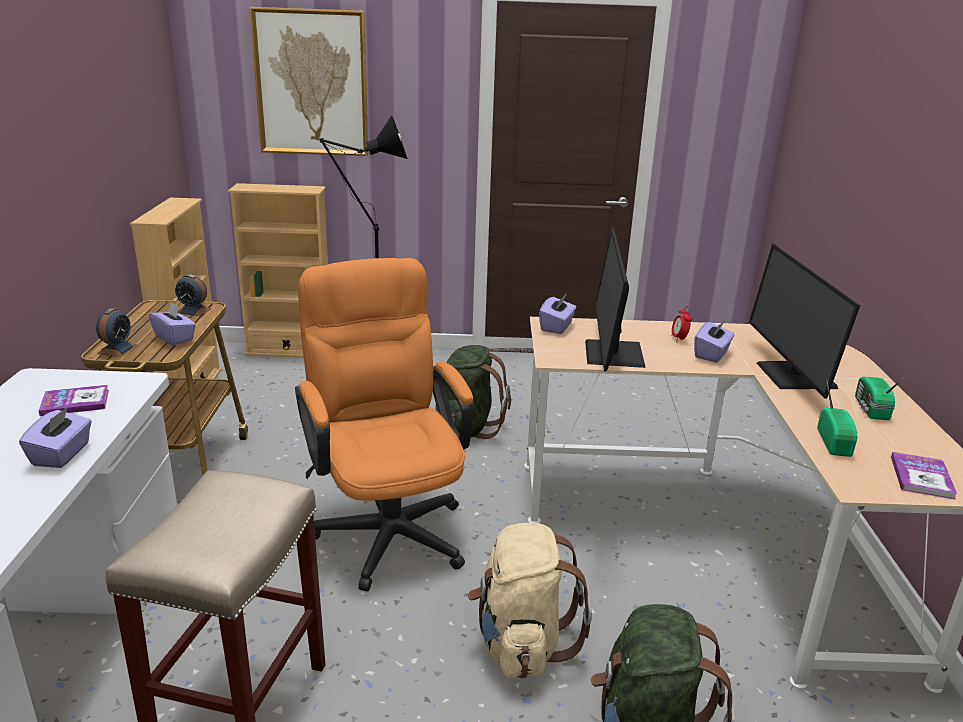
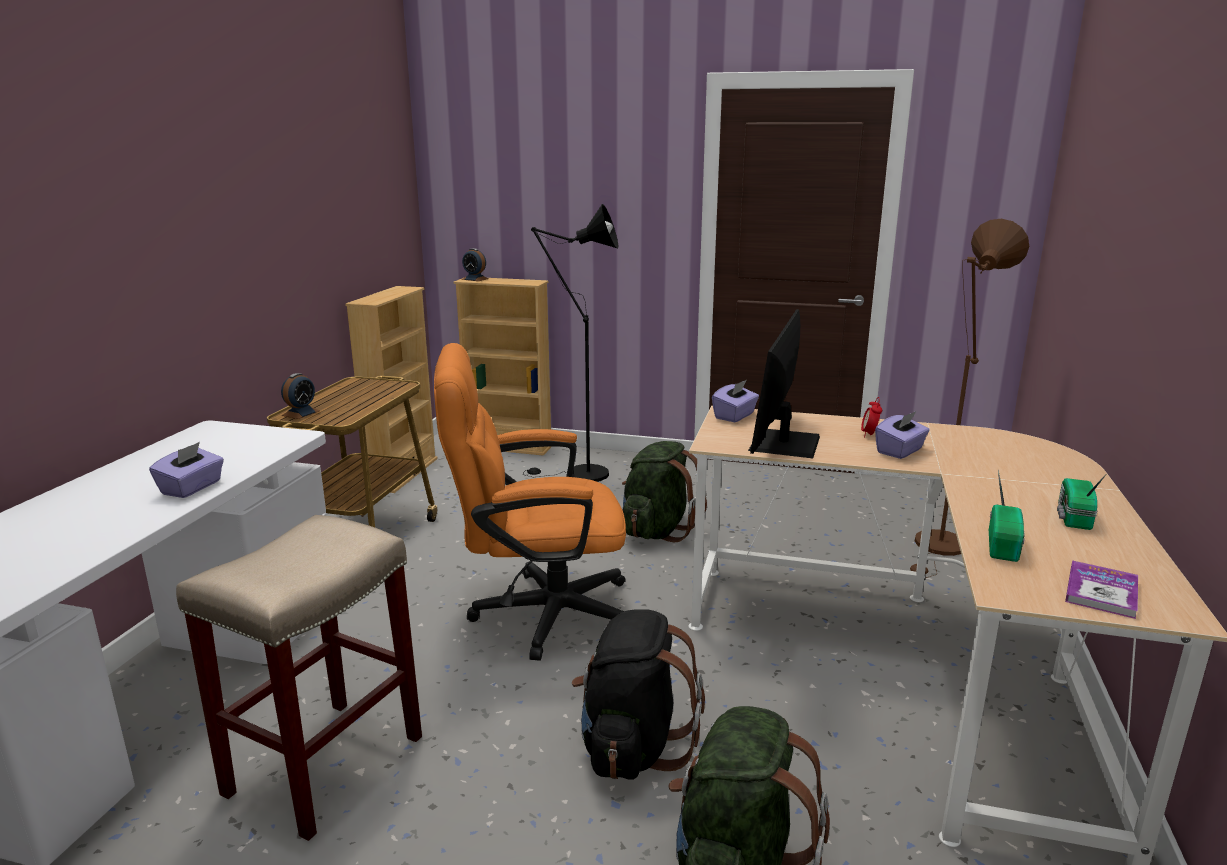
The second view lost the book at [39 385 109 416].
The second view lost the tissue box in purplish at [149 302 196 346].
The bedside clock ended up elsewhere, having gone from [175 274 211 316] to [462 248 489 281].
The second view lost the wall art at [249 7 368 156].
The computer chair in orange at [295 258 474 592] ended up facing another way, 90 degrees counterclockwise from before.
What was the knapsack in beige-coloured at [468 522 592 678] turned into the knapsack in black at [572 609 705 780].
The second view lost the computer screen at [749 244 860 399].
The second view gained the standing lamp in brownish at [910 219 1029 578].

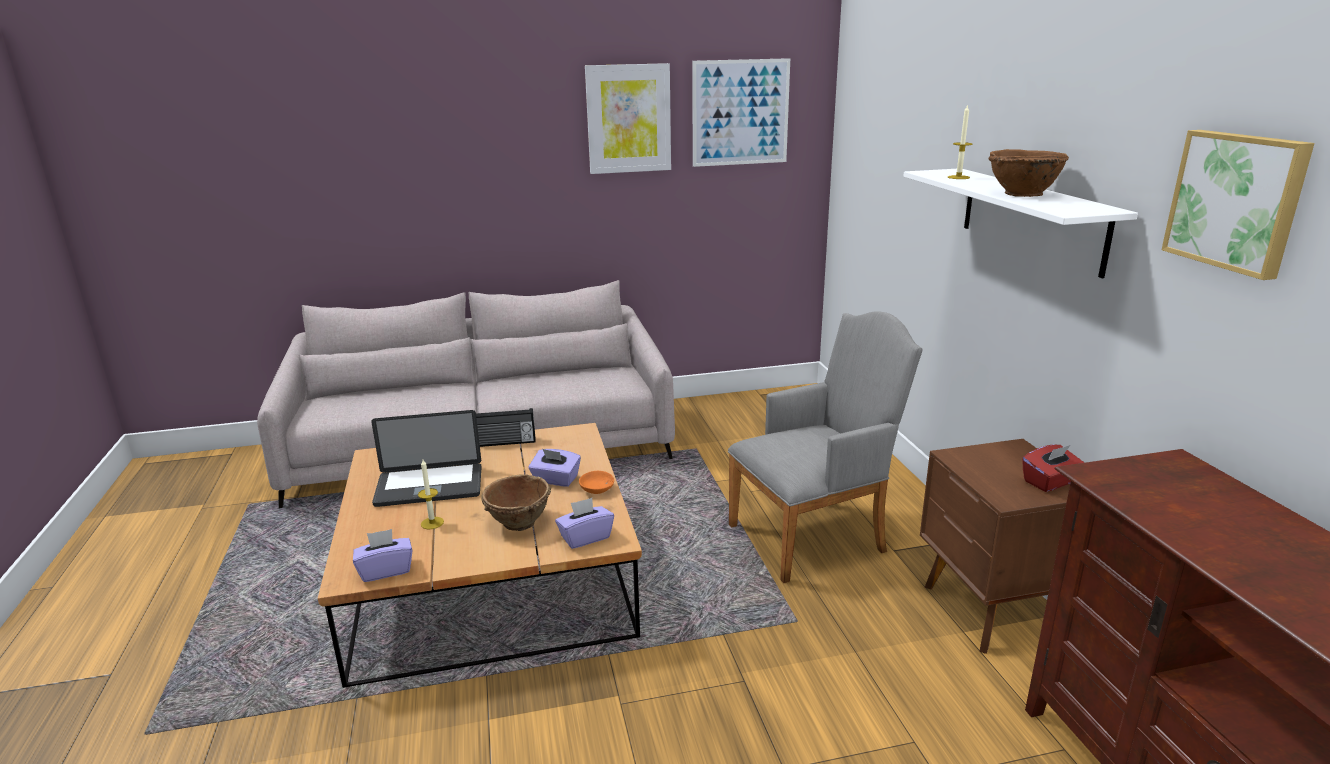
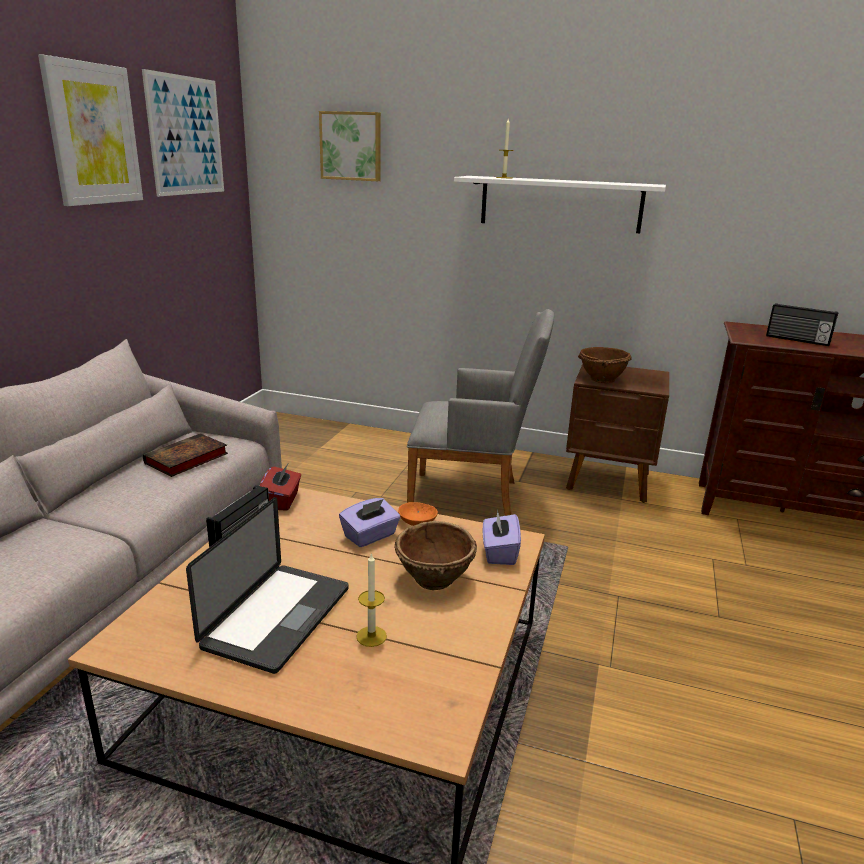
The second view lost the tissue box in purplish at [353 529 412 582].
The easy chair in grey at [728 311 923 583] ended up facing another way, 90 degrees clockwise from before.
The serving bowl in brownish ended up elsewhere, having gone from [988 149 1069 197] to [578 347 632 383].
The tissue box in red-coloured ended up elsewhere, having gone from [1022 444 1084 492] to [260 464 301 511].
The wall art ended up elsewhere, having gone from [1161 130 1315 280] to [319 111 381 181].
The second view gained the book at [143 433 228 477].
The second view gained the radio receiver at [766 303 838 346].

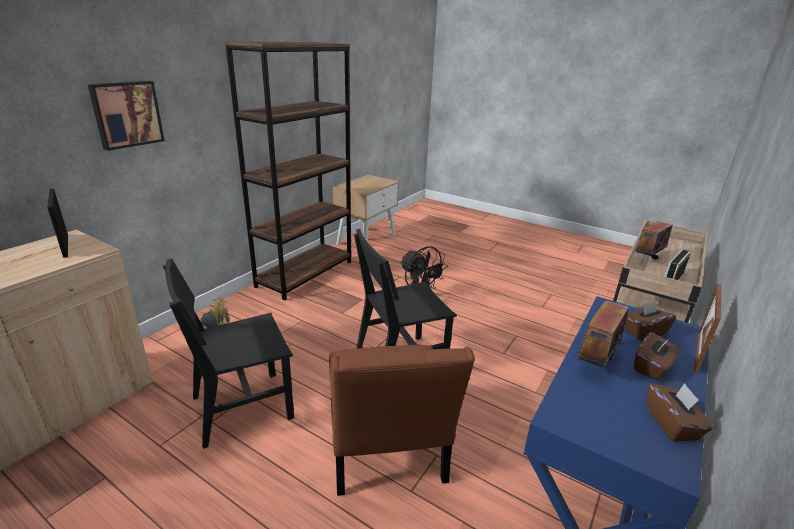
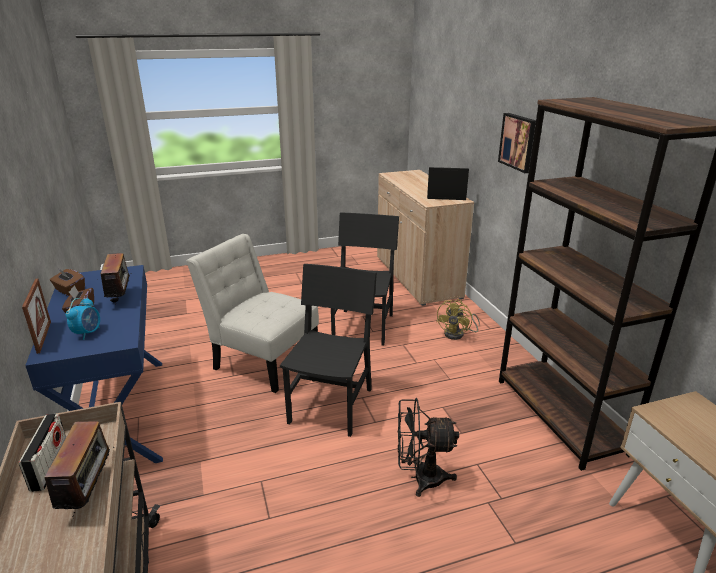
What was the upright chair in brownish at [329 345 475 496] turned into the upright chair in white-coloured at [186 234 319 393].
Where the tissue box in brownish stood at [625 301 676 341], the bedside clock came to stand at [66 298 100 340].

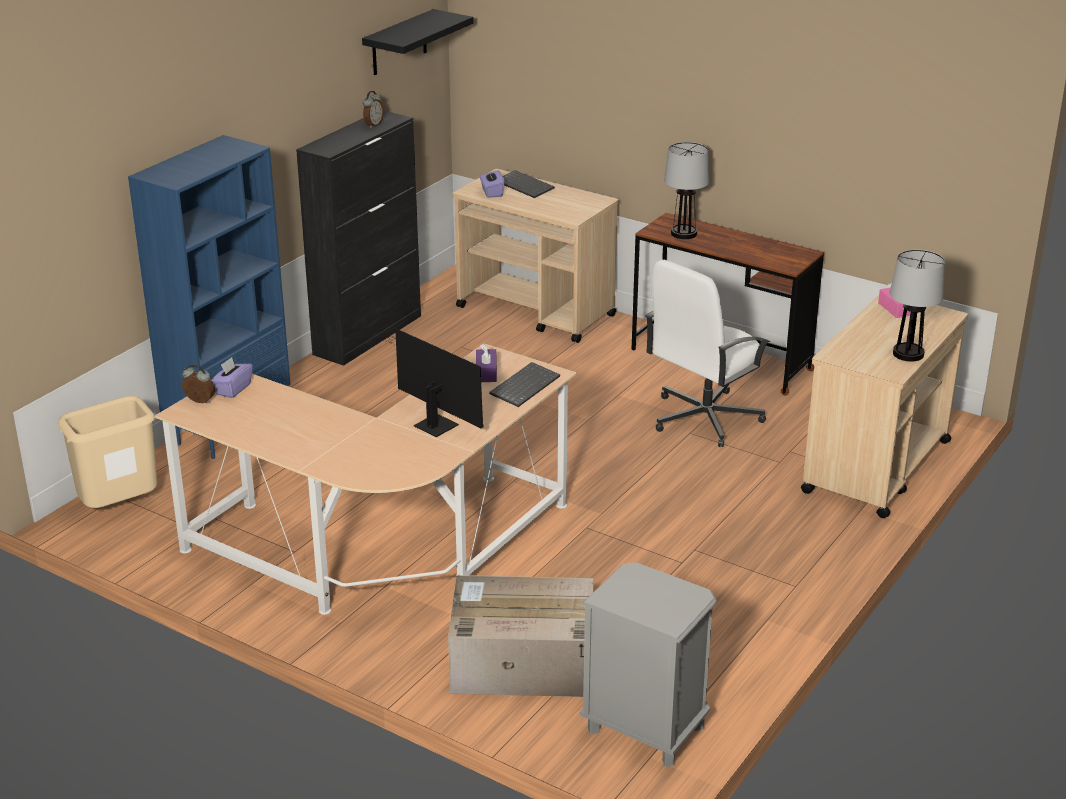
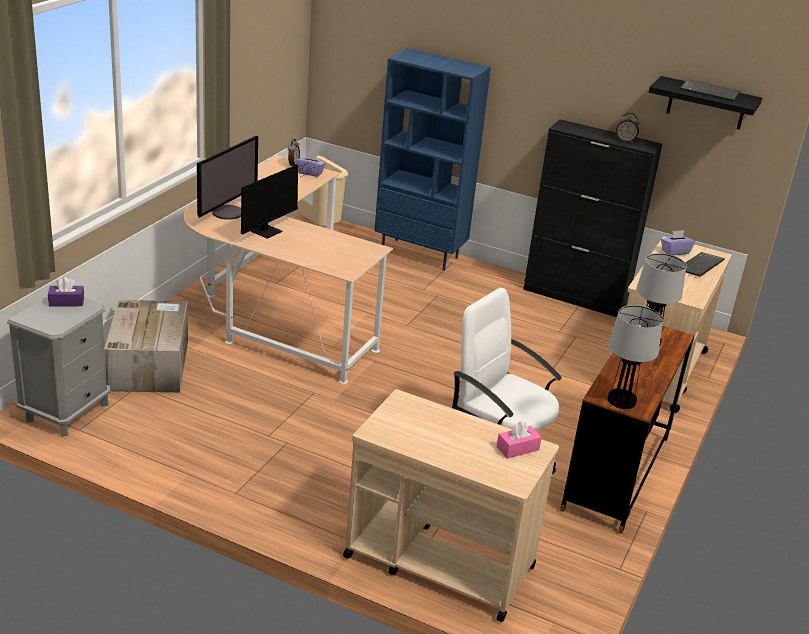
The tissue box in purplish ended up elsewhere, having gone from [476 344 497 382] to [48 277 84 307].
The computer keyboard ended up elsewhere, having gone from [489 362 560 407] to [680 79 740 101].
The tabletop lamp ended up elsewhere, having gone from [890 249 945 362] to [607 305 663 409].
The second view gained the computer screen at [197 136 258 220].

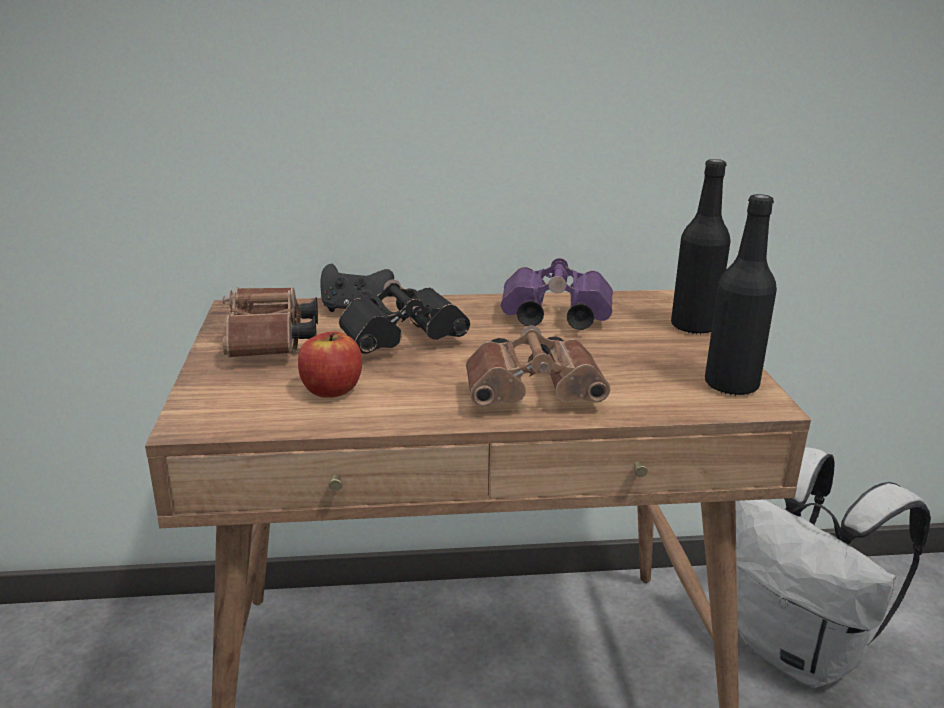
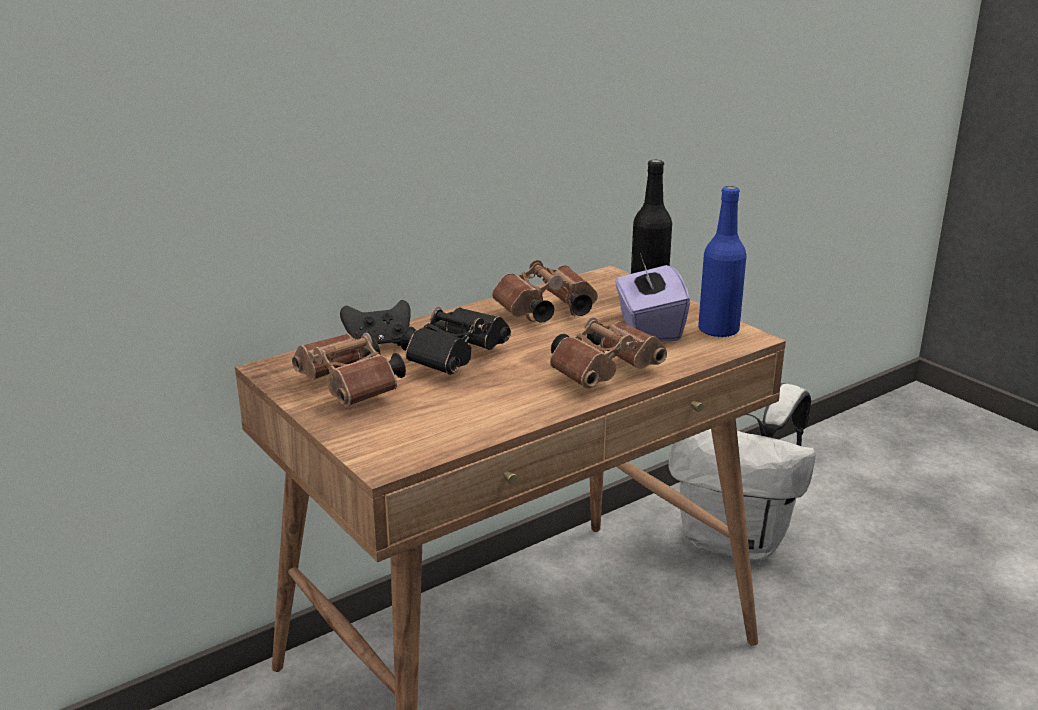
The second view lost the apple at [298 331 362 398].
What was the field glasses in purplish at [501 258 613 330] turned into the field glasses in brownish at [492 260 598 322].
What was the beverage bottle in black at [705 194 777 396] turned into the beverage bottle in bluish at [698 186 746 338].
The second view gained the tissue box in purplish at [615 253 690 342].

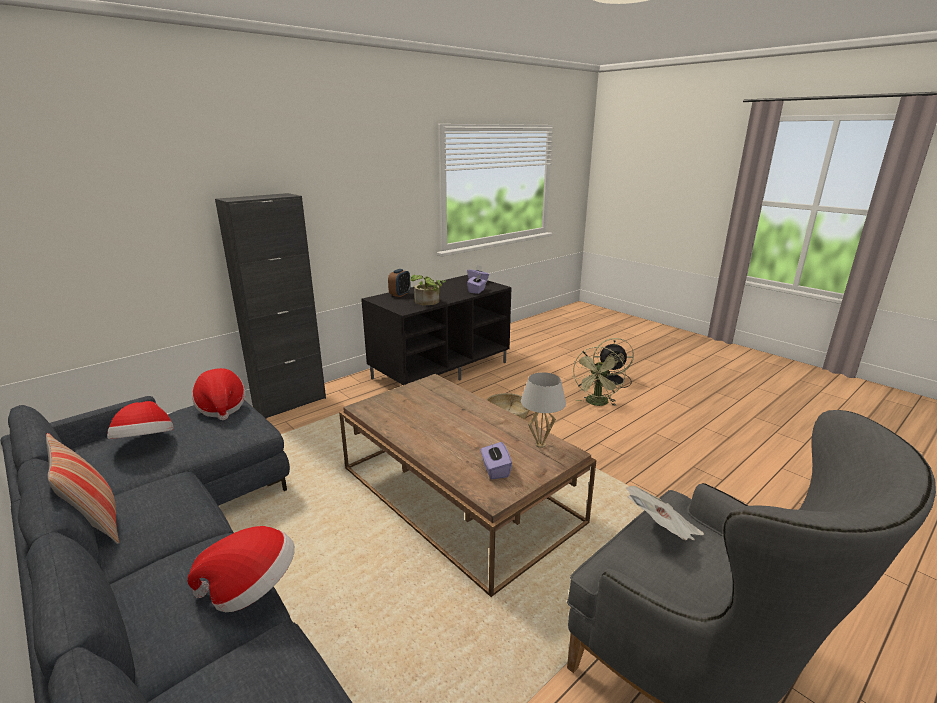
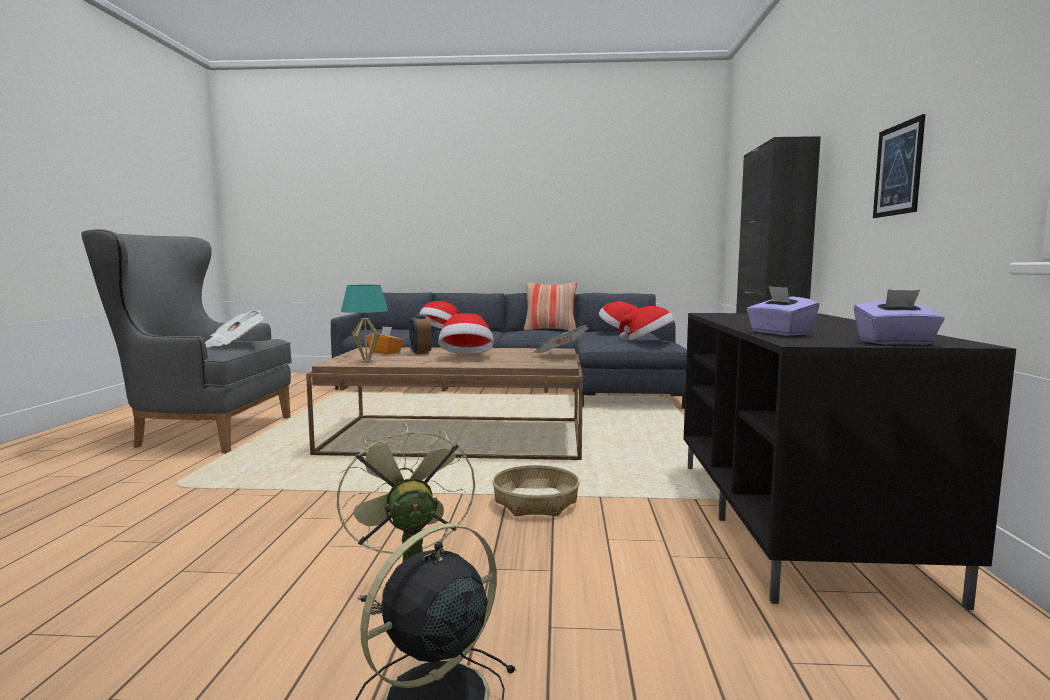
The bedside clock ended up elsewhere, having gone from [388 269 411 297] to [409 315 432 354].
The second view lost the houseplant at [411 275 446 305].
What was the tissue box in purplish at [481 442 512 479] turned into the tissue box in orange at [366 326 404 354].
What was the tabletop lamp in white-coloured at [521 372 566 448] turned into the tabletop lamp in turquoise at [341 285 388 363].
The second view gained the hat at [438 314 494 354].
The second view gained the newspaper at [532 325 589 353].
The second view gained the wall art at [873 114 925 218].

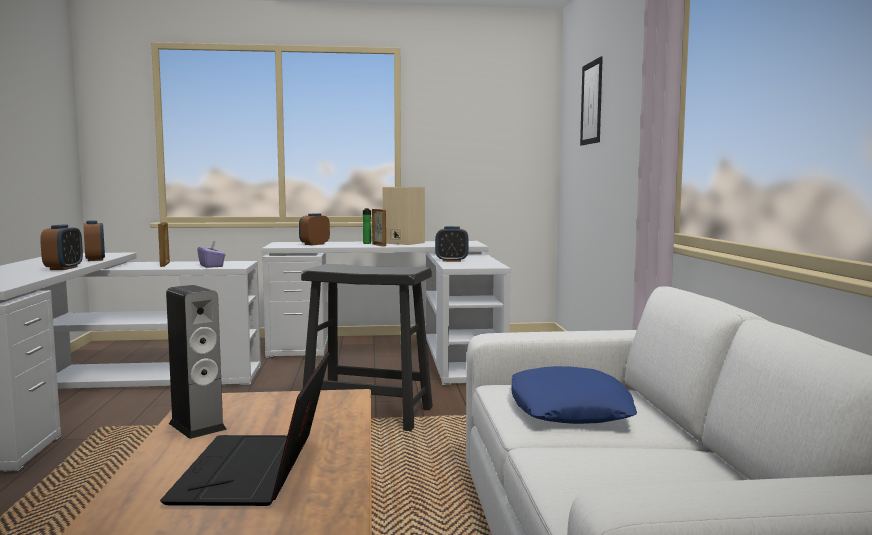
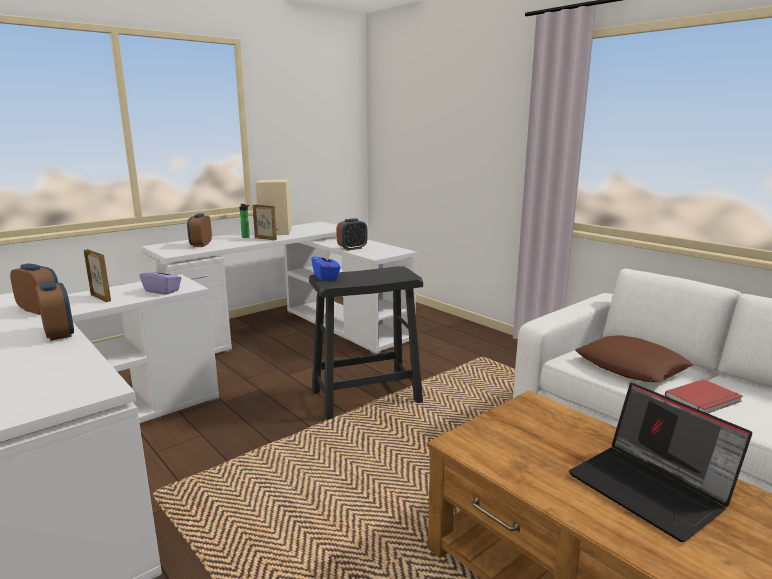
The second view lost the loudspeaker at [166 285 227 439].
What was the pillow in bluish at [512 366 637 424] turned into the pillow in brownish at [575 335 693 382].
The second view lost the wall art at [580 56 603 146].
The second view gained the tissue box in bluish at [311 250 341 281].
The second view gained the book in red-coloured at [665 379 743 413].

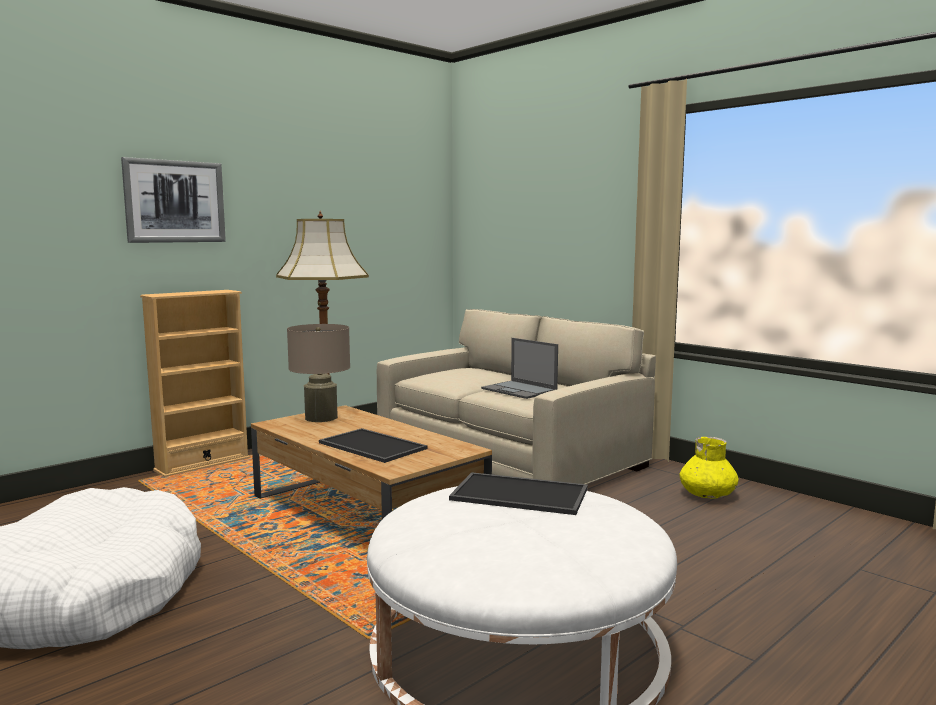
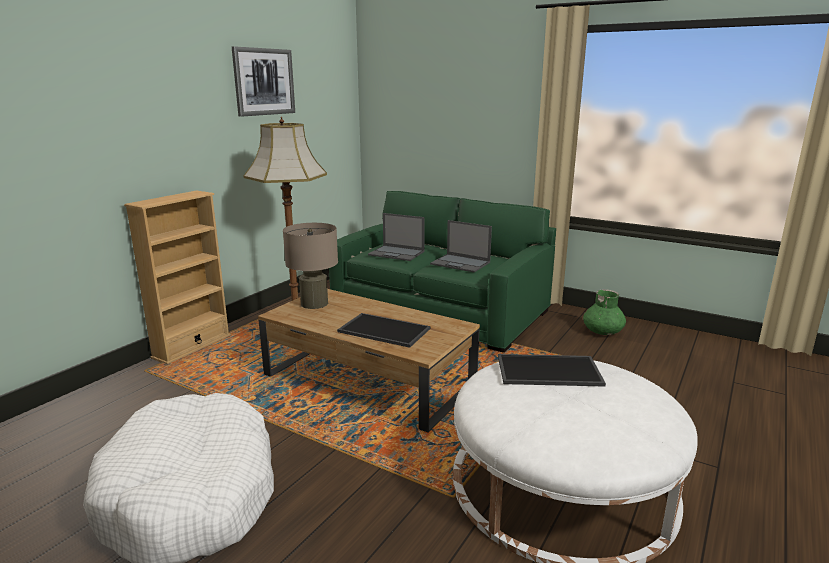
The wall art ended up elsewhere, having gone from [121 157 226 243] to [232 46 295 117].
What was the sofa in beige-coloured at [377 309 656 484] turned into the sofa in greenish at [329 191 556 353].
What was the flower vase in yellow at [679 437 738 498] turned into the flower vase in greenish at [583 290 626 335].
The second view gained the portable computer at [368 213 425 261].

